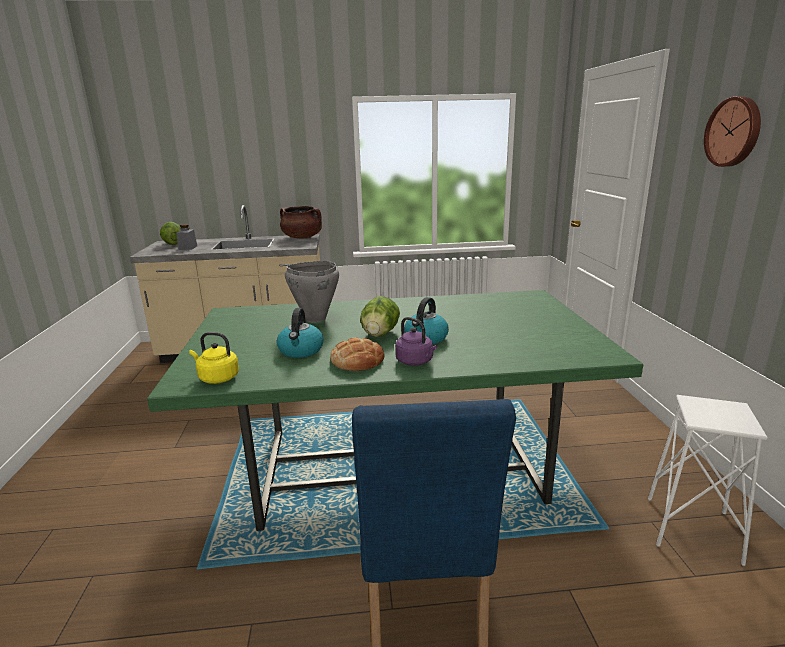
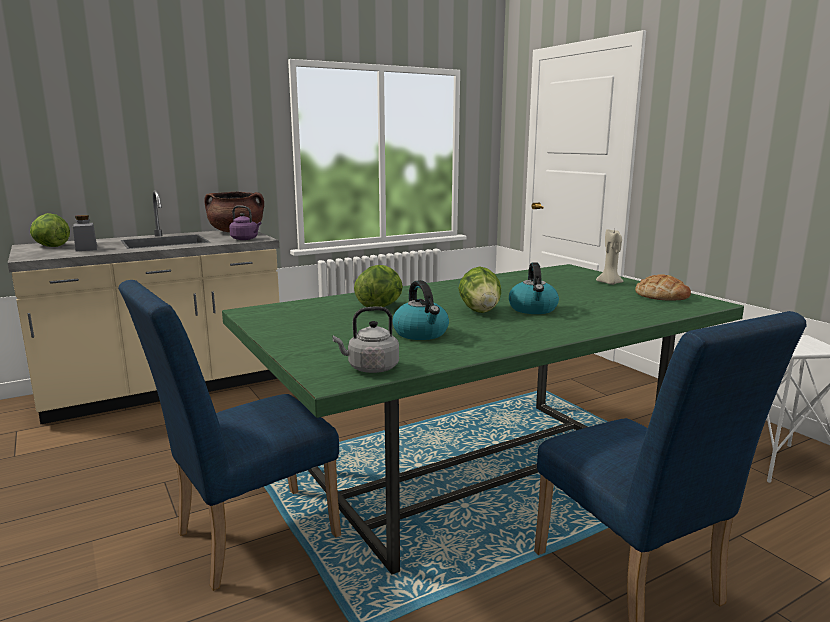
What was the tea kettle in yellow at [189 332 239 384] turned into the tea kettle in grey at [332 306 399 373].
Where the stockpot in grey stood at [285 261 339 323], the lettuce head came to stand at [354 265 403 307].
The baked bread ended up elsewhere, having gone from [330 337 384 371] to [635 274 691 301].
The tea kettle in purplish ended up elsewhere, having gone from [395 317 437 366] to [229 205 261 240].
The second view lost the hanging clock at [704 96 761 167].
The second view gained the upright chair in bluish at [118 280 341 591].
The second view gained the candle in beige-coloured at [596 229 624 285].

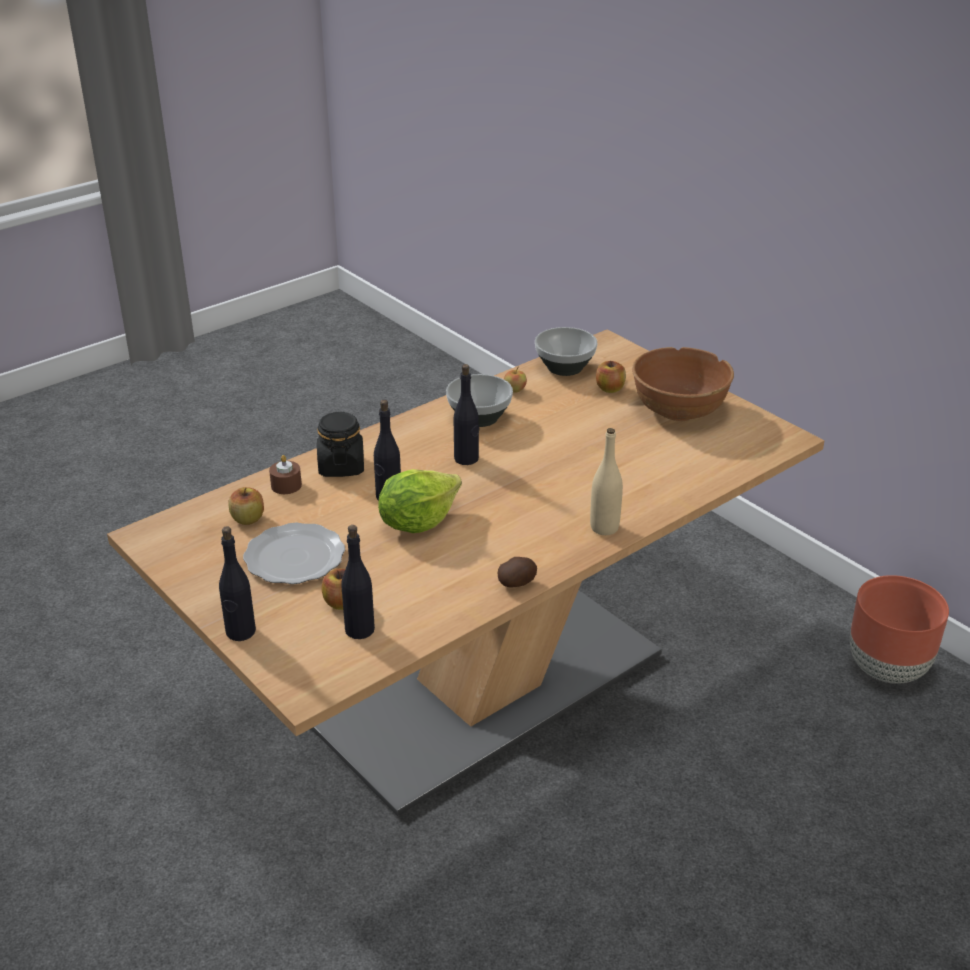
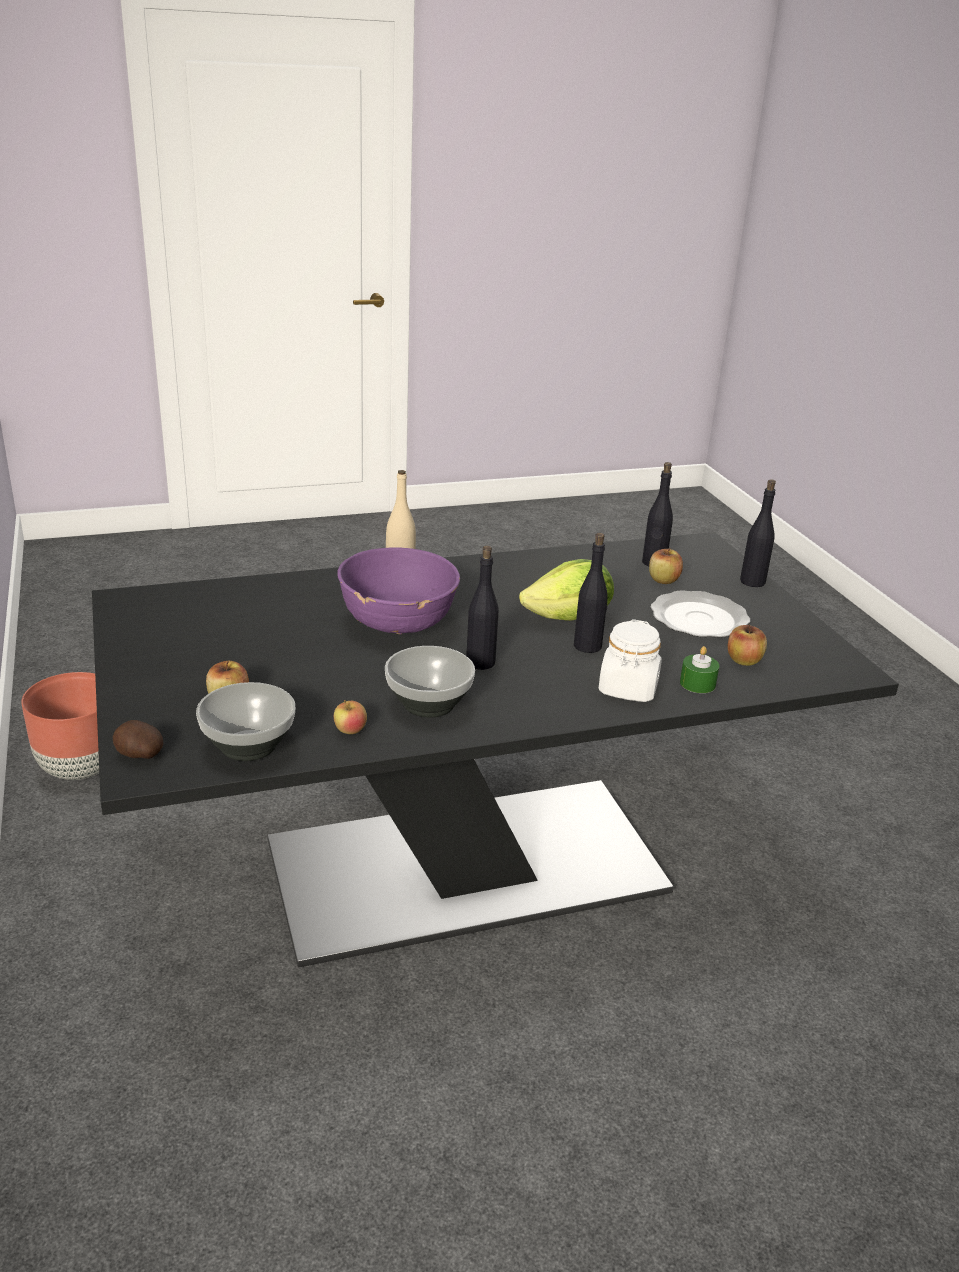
What was the dinner table in beige-coloured at [107 330 825 816] turned into the dinner table in black at [92 532 899 968].
What was the candle in brownish at [269 455 302 494] turned into the candle in greenish at [680 646 719 693].
What was the storage jar in black at [317 412 364 477] turned into the storage jar in white-coloured at [599 619 662 702].
The whole potato ended up elsewhere, having gone from [498 557 537 588] to [112 720 163 759].
The second view lost the serving bowl in brownish at [632 347 734 421].
The second view gained the serving bowl in purplish at [337 547 460 634].

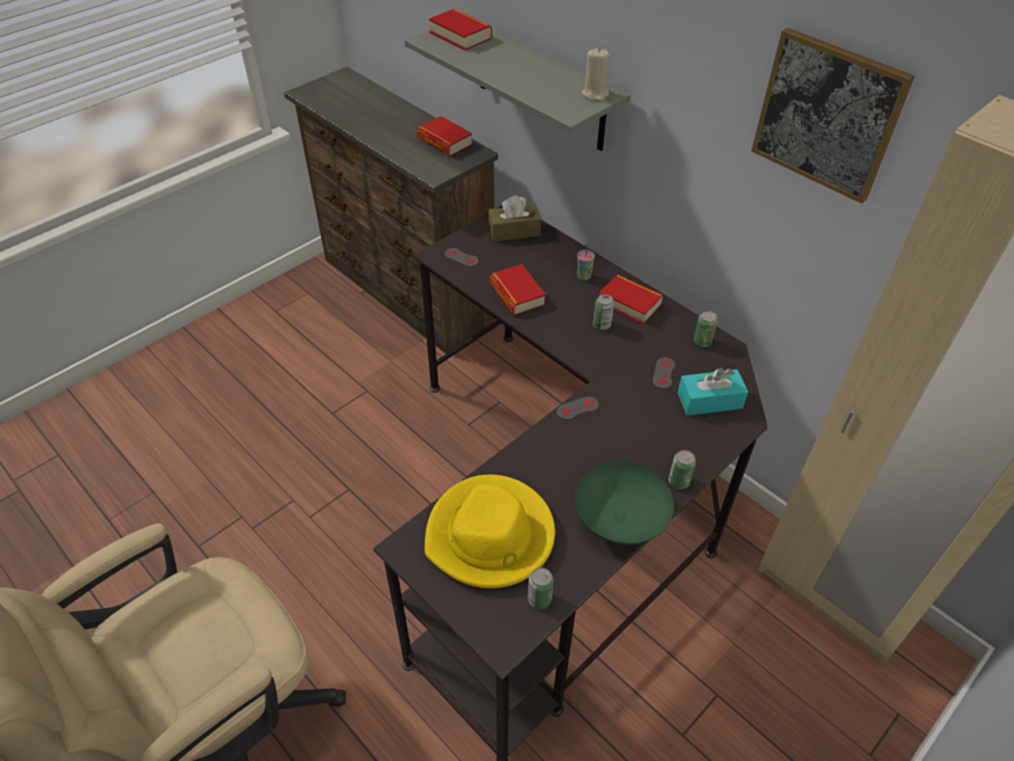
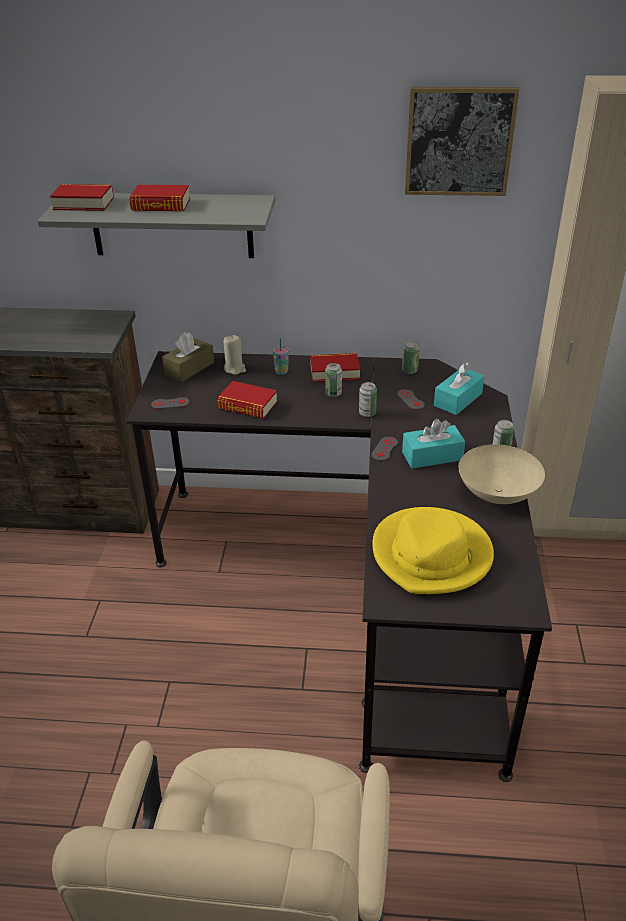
The book ended up elsewhere, having gone from [417 116 473 156] to [130 185 190 211].
The can ended up elsewhere, having gone from [528 567 554 609] to [359 382 377 417].
What was the serving bowl in greenish at [575 461 674 545] turned into the serving bowl in beige-coloured at [458 444 545 504].
The candle in beige-coloured ended up elsewhere, having gone from [582 48 610 101] to [223 335 246 375].
The second view gained the tissue box in turquoise at [402 419 465 468].

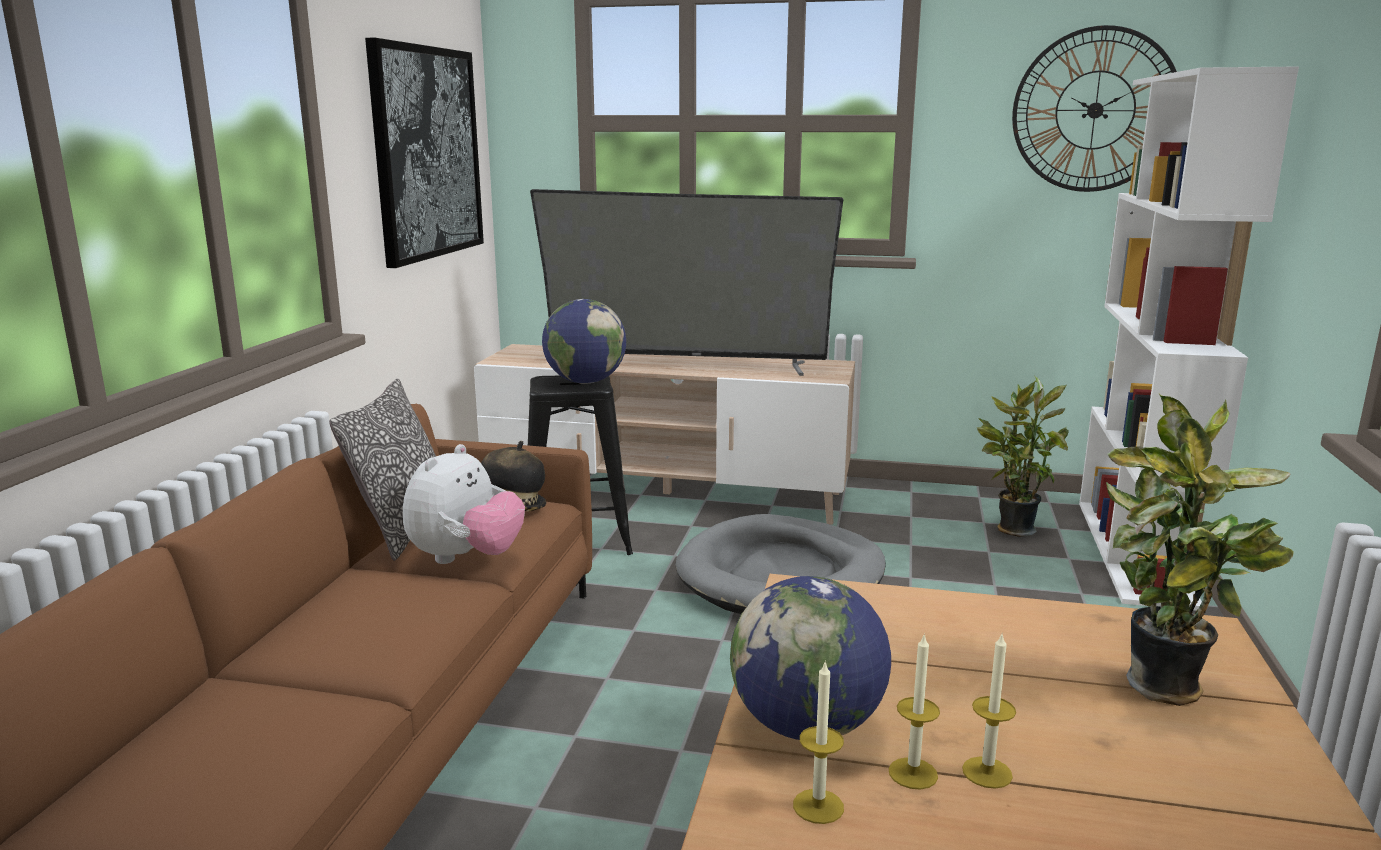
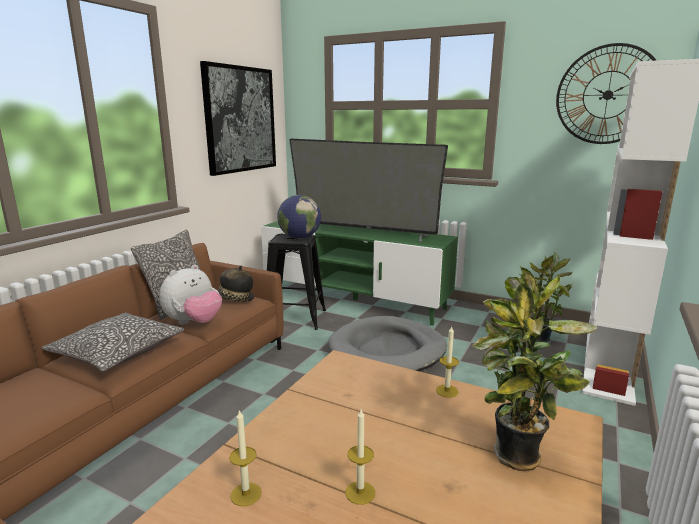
What was the media console in beige-coloured at [474 344 855 525] turned into the media console in greenish at [261 221 458 326].
The second view lost the globe at [730 576 891 740].
The candle ended up elsewhere, having gone from [889 633 940 790] to [436 326 459 397].
The second view gained the pillow at [42 313 184 372].

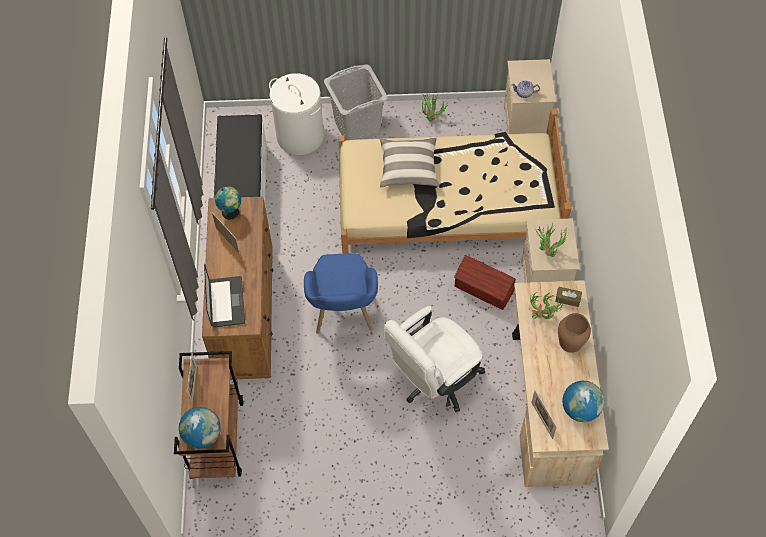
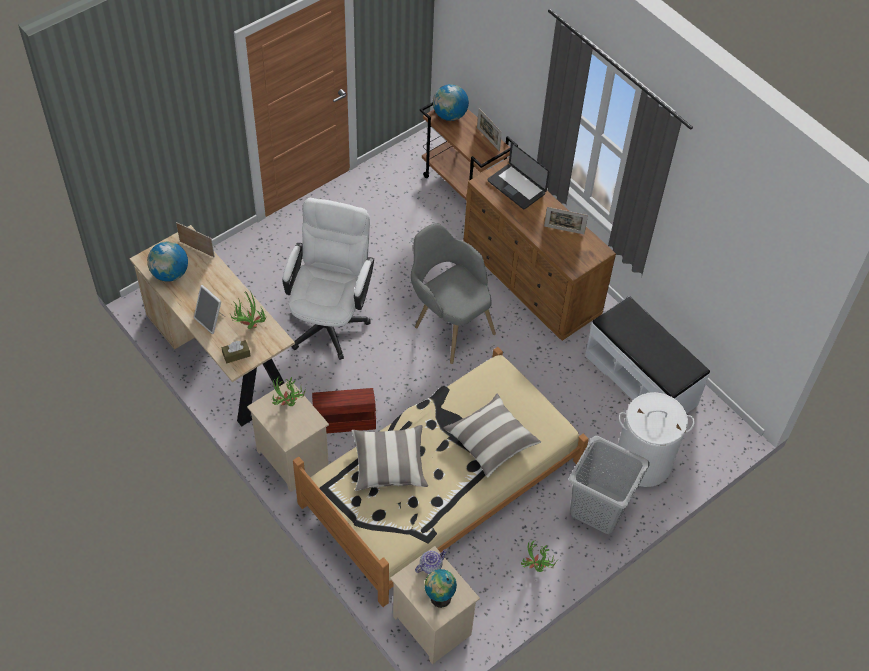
The globe ended up elsewhere, having gone from [215 186 241 220] to [424 569 457 608].
What was the easy chair in bluish at [304 253 378 334] turned into the easy chair in grey at [411 223 496 364].
Where the flower vase in brownish stood at [558 313 591 353], the picture frame came to stand at [194 285 225 334].
The second view gained the pillow at [351 425 428 491].

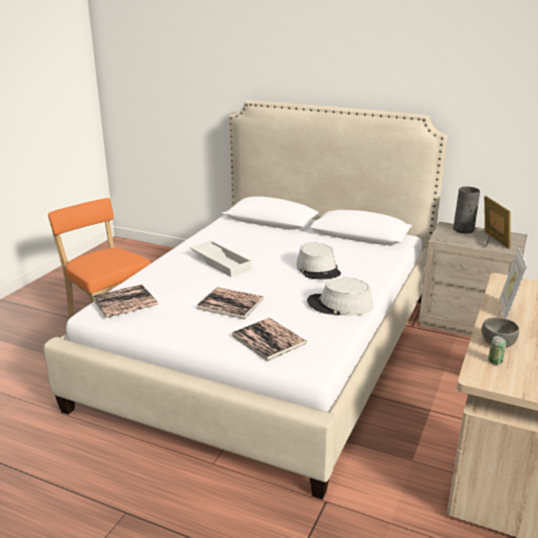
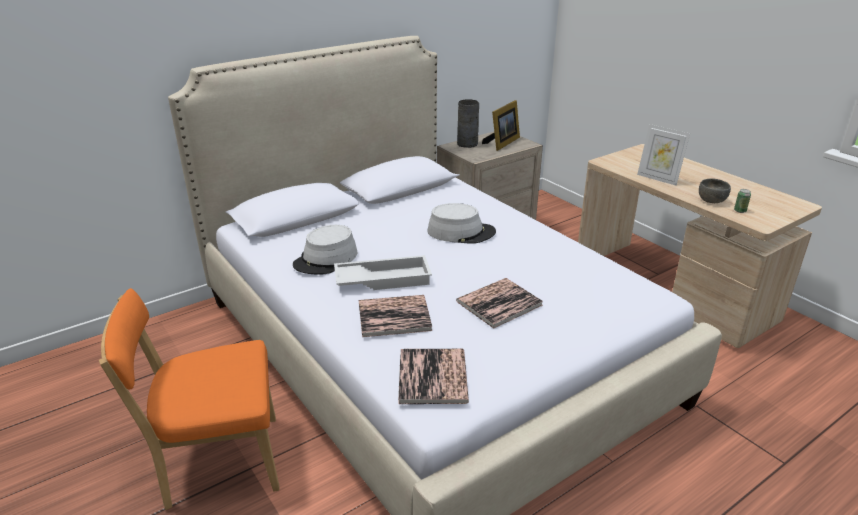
The book ended up elsewhere, having gone from [232 318 307 361] to [359 295 432 337].
The hat in grey ended up elsewhere, having gone from [307 278 373 315] to [293 225 358 274].
The picture frame at [484 196 511 249] ended up facing another way, 105 degrees clockwise from before.

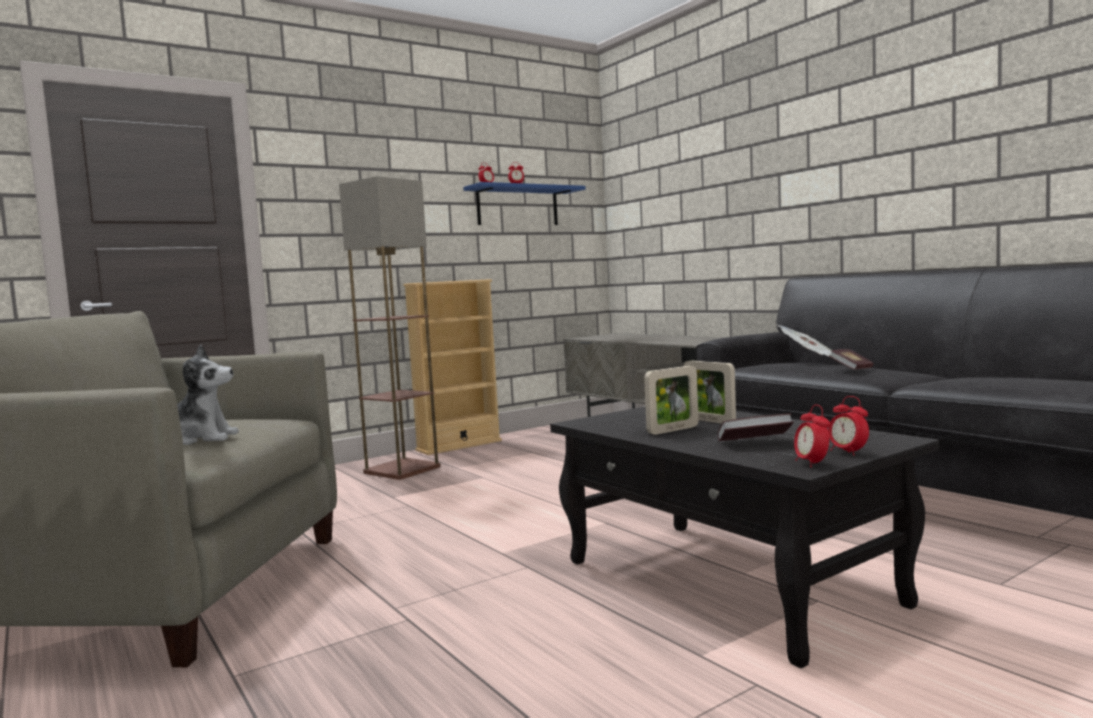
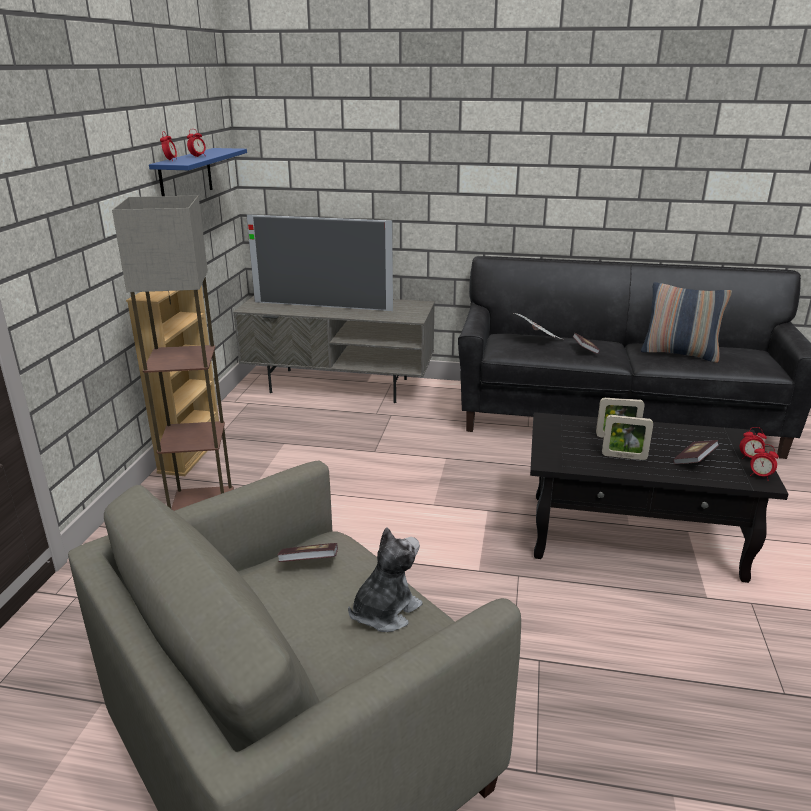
The picture frame at [644 366 698 435] ended up facing another way, 90 degrees clockwise from before.
The second view gained the television at [247 214 393 311].
The second view gained the book at [277 543 338 562].
The second view gained the pillow at [641 282 732 363].

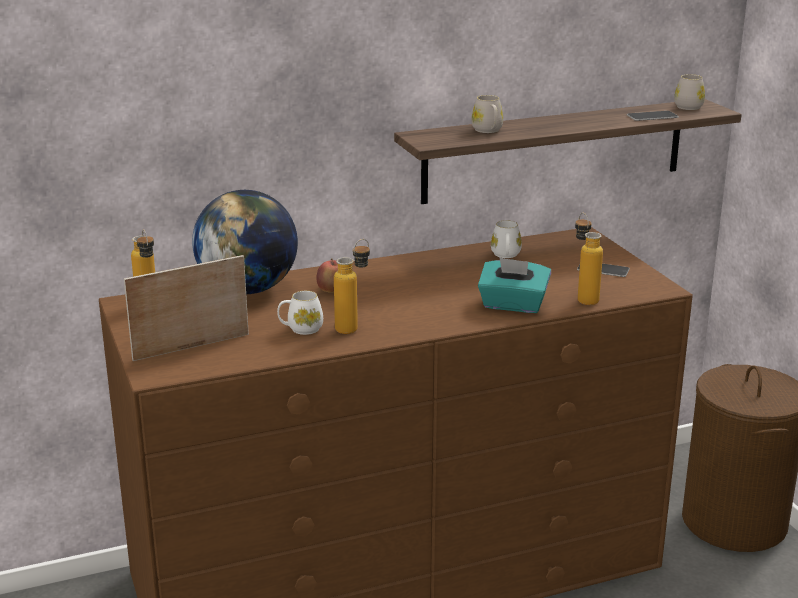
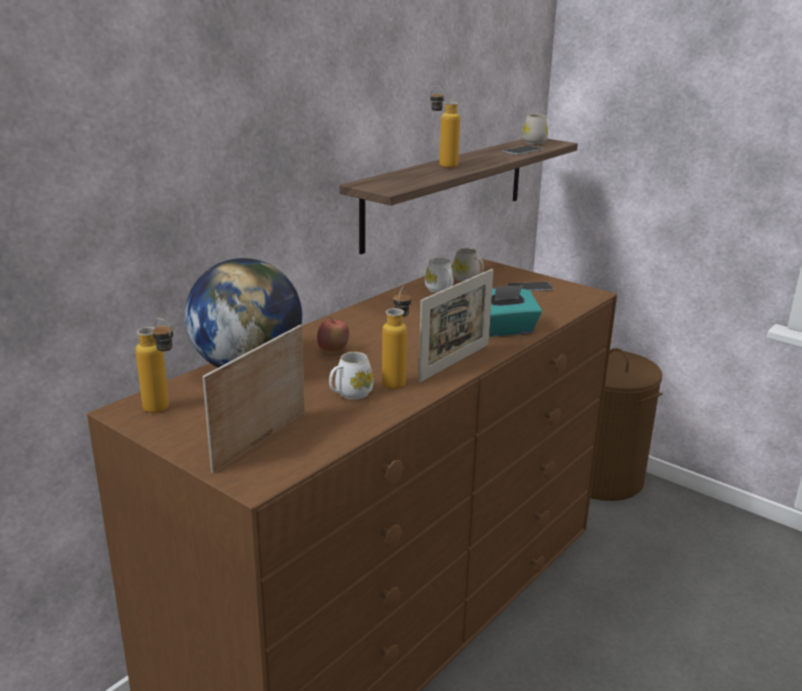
The coffee mug in white-coloured ended up elsewhere, having gone from [471 95 503 133] to [452 248 484 282].
The beverage bottle ended up elsewhere, having gone from [575 212 603 305] to [430 86 460 168].
The second view gained the picture frame at [418 269 494 383].

